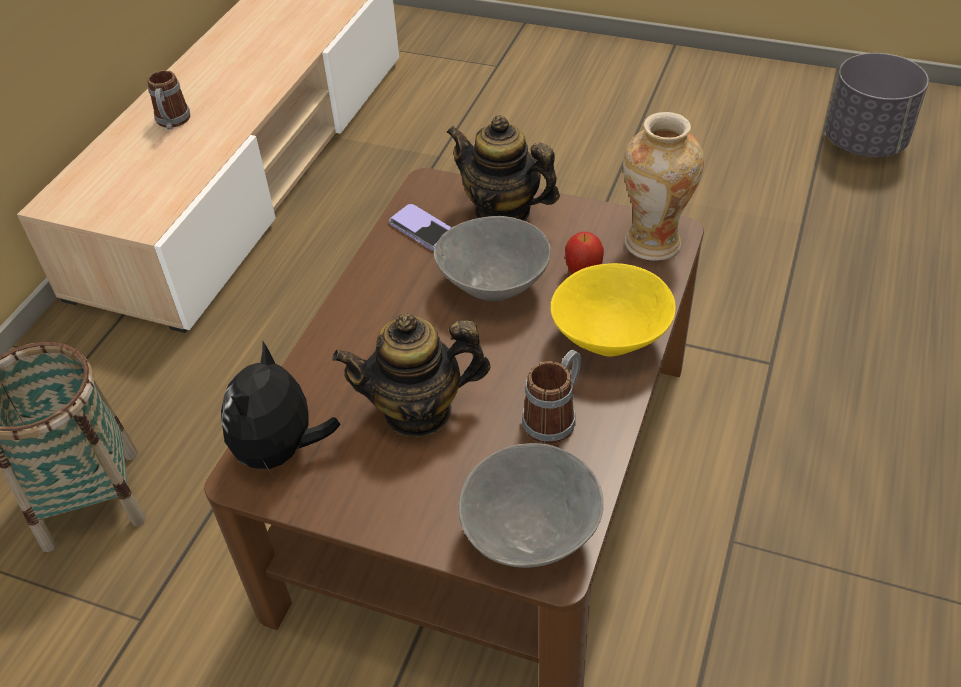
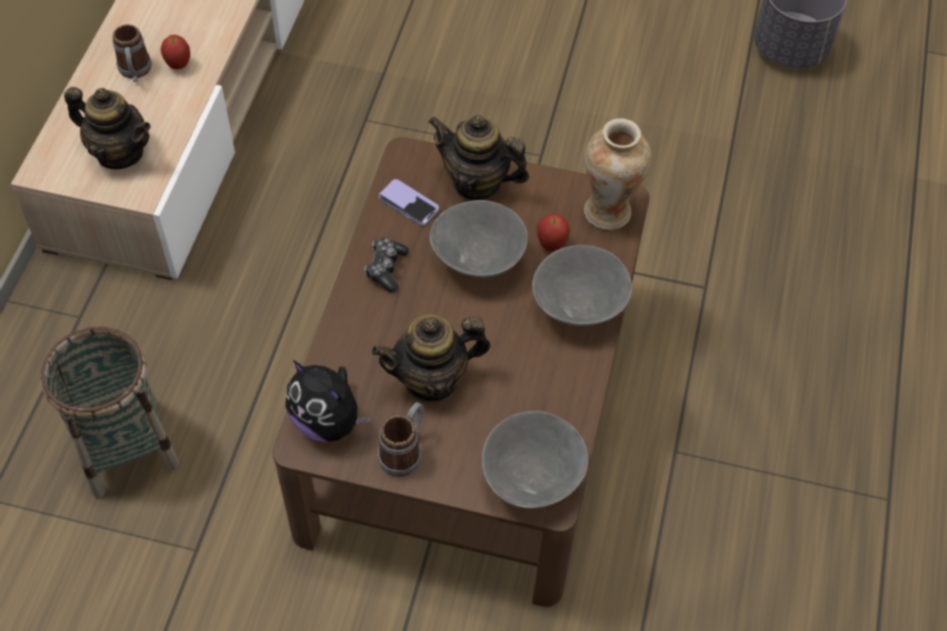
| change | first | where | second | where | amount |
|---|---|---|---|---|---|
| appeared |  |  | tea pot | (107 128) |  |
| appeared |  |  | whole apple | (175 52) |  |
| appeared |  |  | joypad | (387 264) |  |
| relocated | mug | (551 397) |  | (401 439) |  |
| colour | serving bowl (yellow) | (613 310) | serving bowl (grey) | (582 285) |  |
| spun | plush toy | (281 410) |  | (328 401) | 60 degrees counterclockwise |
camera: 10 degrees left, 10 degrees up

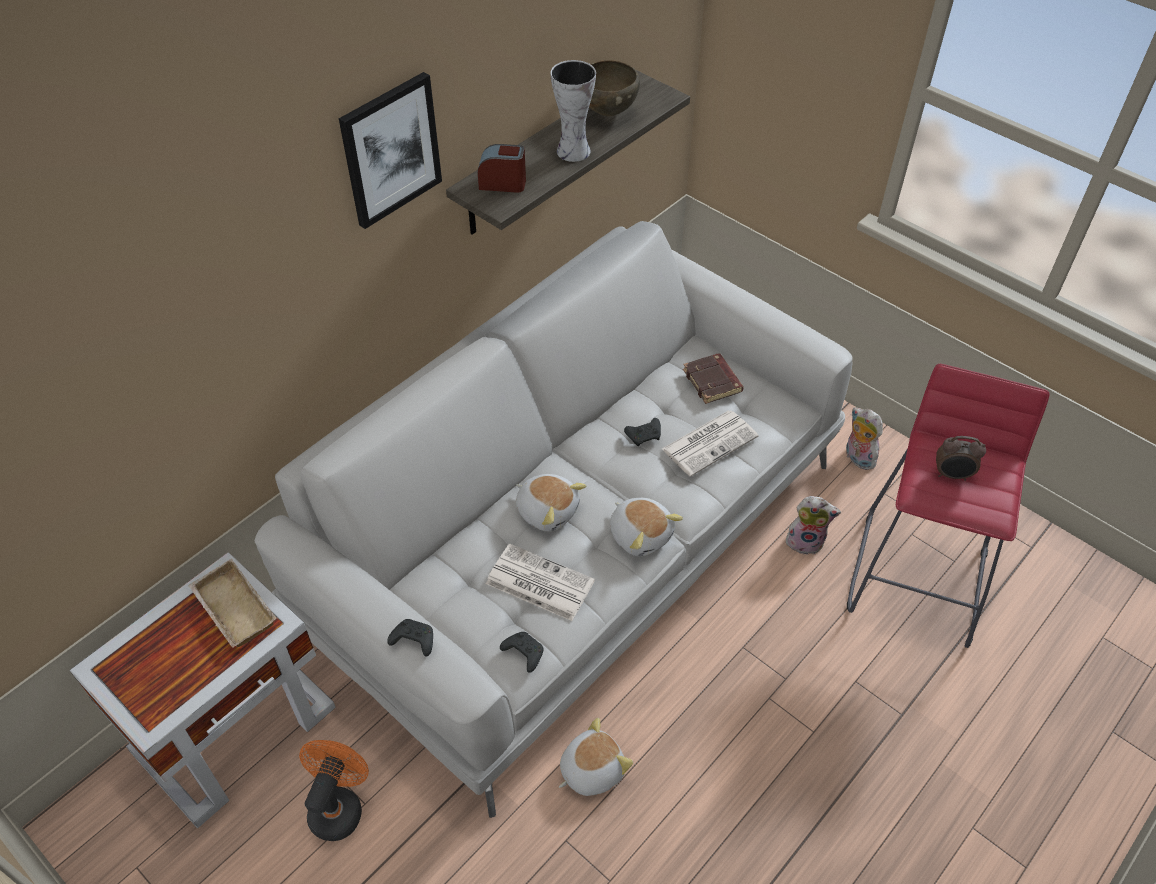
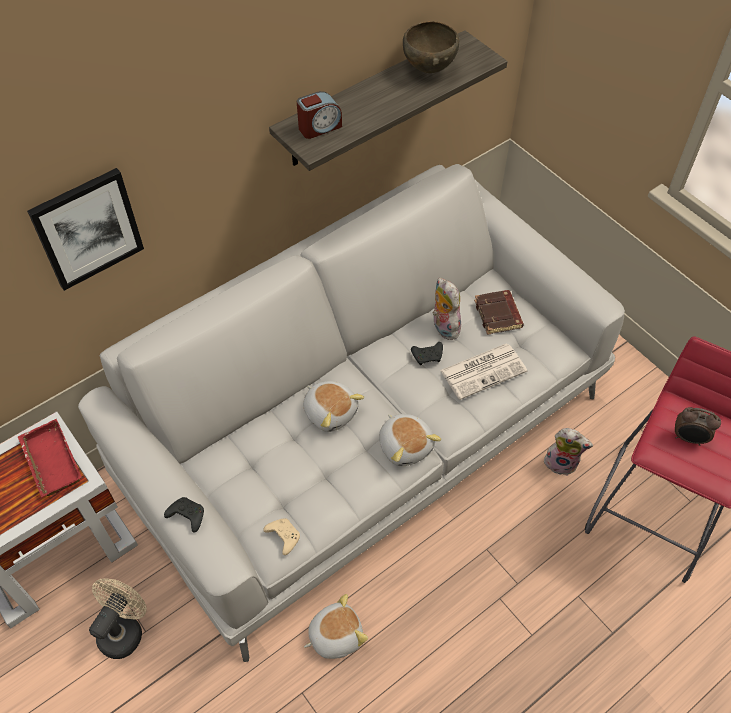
| change | first | where | second | where | amount |
|---|---|---|---|---|---|
| missing | daily paper | (540 582) |  |  |  |
| missing | vase | (573 111) |  |  |  |
| relocated | picture | (390 150) |  | (85 229) |  |
| relocated | plush toy | (864 438) |  | (447 308) |  |
| colour | serving tray (beige) | (232 603) | serving tray (red-coloured) | (49 458) |  |
| colour | fan (orangey) | (334 790) | fan (beige) | (118 618) |  |
| colour | joypad (black) | (521 652) | joypad (beige) | (281 536) |  |
| spun | table clock | (502 168) |  | (319 115) | 135 degrees clockwise |
camera: 10 degrees right, 5 degrees up

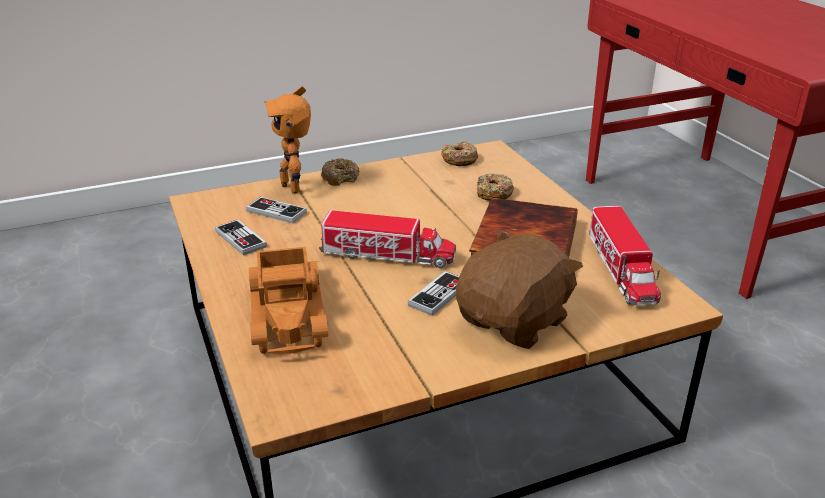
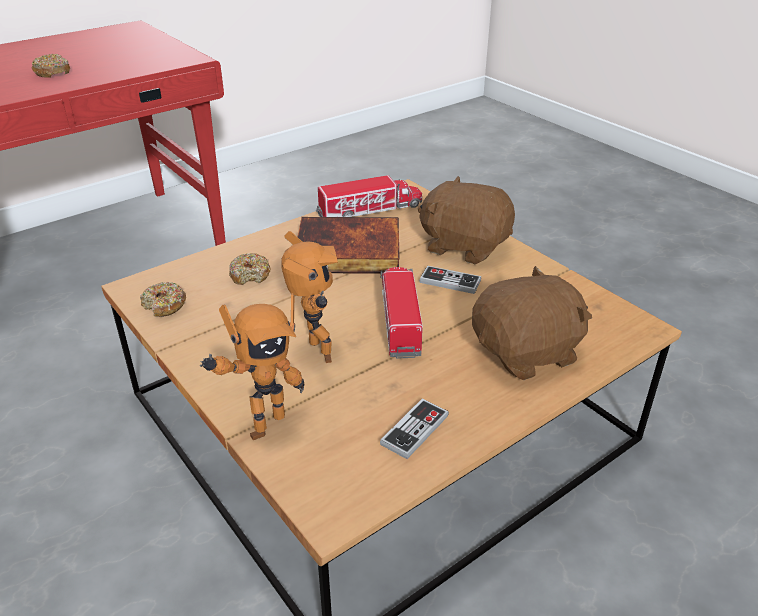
| change | first | where | second | where | amount |
|---|---|---|---|---|---|
| missing | joypad | (276 210) |  |  |  |
| appeared |  |  | robot figure | (309 297) |  |
| relocated | donut | (340 172) |  | (50 66) |  |
| exchanged | toy lorry | (288 300) | plush toy (brownish) | (532 323) |  |
camera: 105 degrees left, 5 degrees up

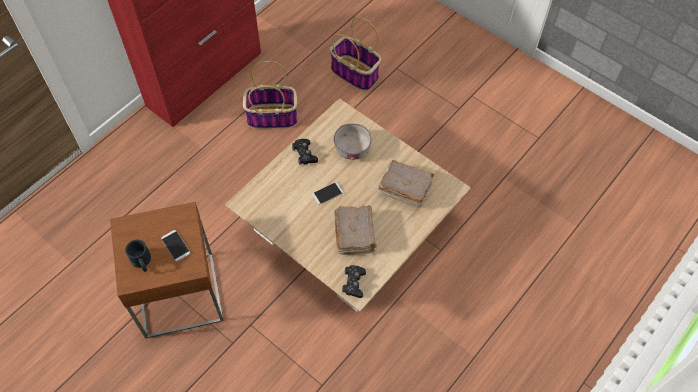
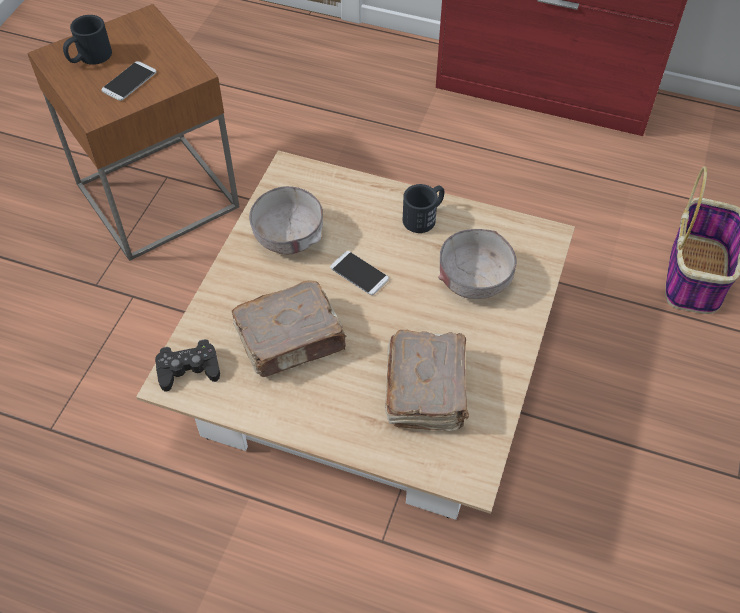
| change | first | where | second | where | amount |
|---|---|---|---|---|---|
| missing | storage basket | (270 95) |  |  |  |
| appeared |  |  | serving bowl (grey) | (286 220) |  |
| exchanged | joypad (black) | (305 152) | mug (black) | (423 208) |  |
camera: 70 degrees right, 5 degrees down

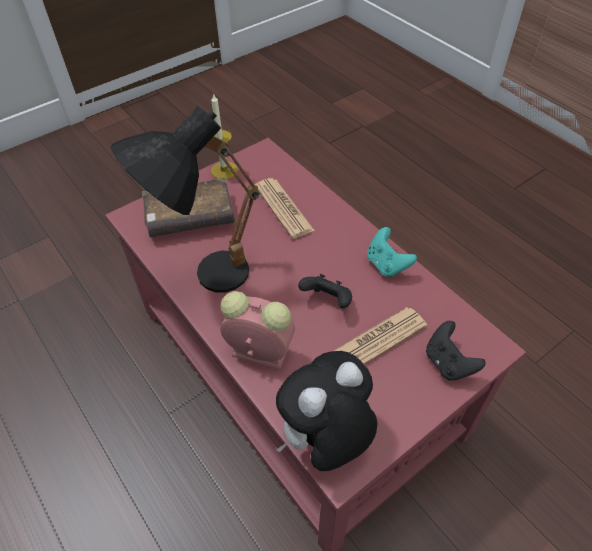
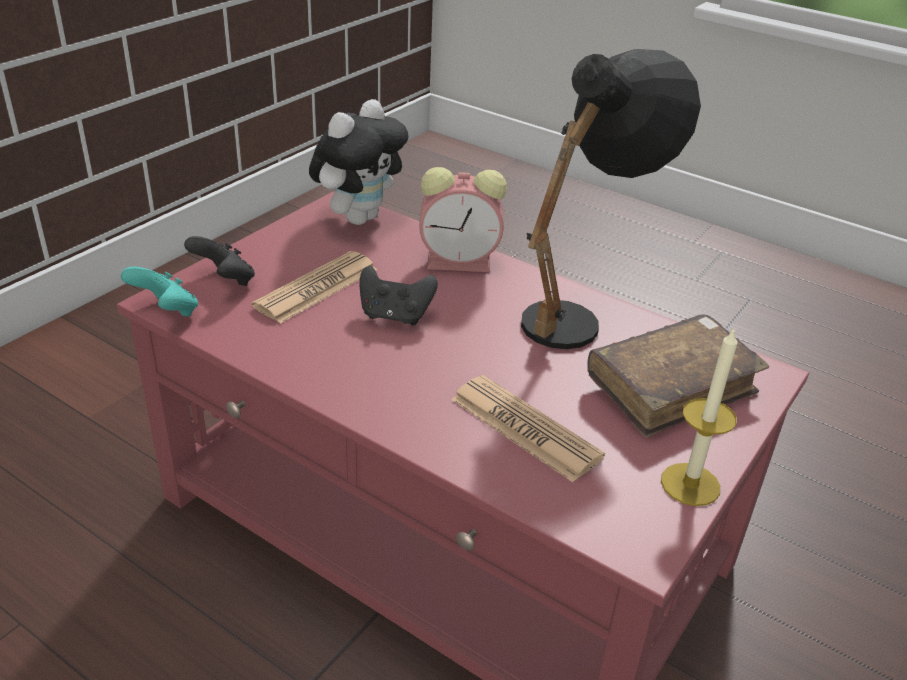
| change | first | where | second | where | amount |
|---|---|---|---|---|---|
| relocated | joypad (turquoise) | (392 252) |  | (159 292) |  |
camera: 160 degrees right, 15 degrees down

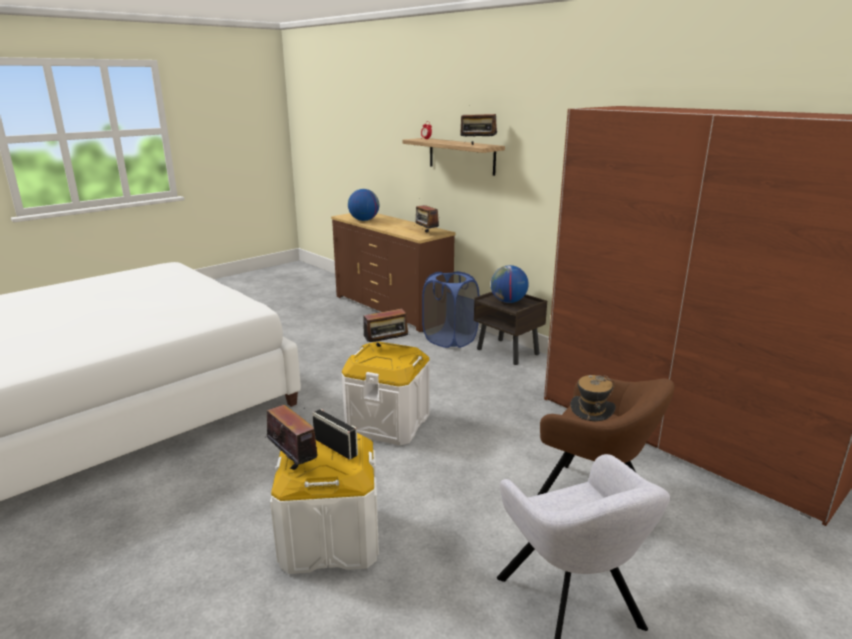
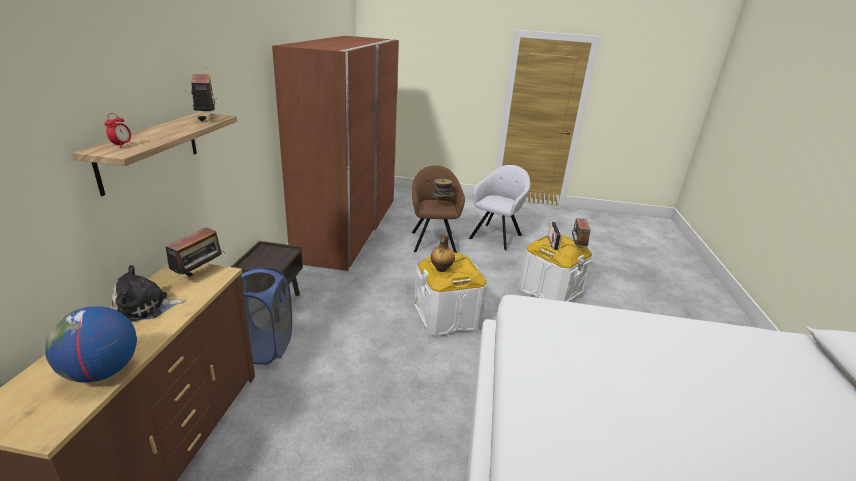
| change | first | where | second | where | amount |
|---|---|---|---|---|---|
| missing | world globe | (510 284) |  |  |  |
| appeared |  |  | plush toy | (149 293) |  |
| exchanged | radio | (387 327) | beverage bottle | (443 253) |  |
camera: 130 degrees left, 5 degrees up

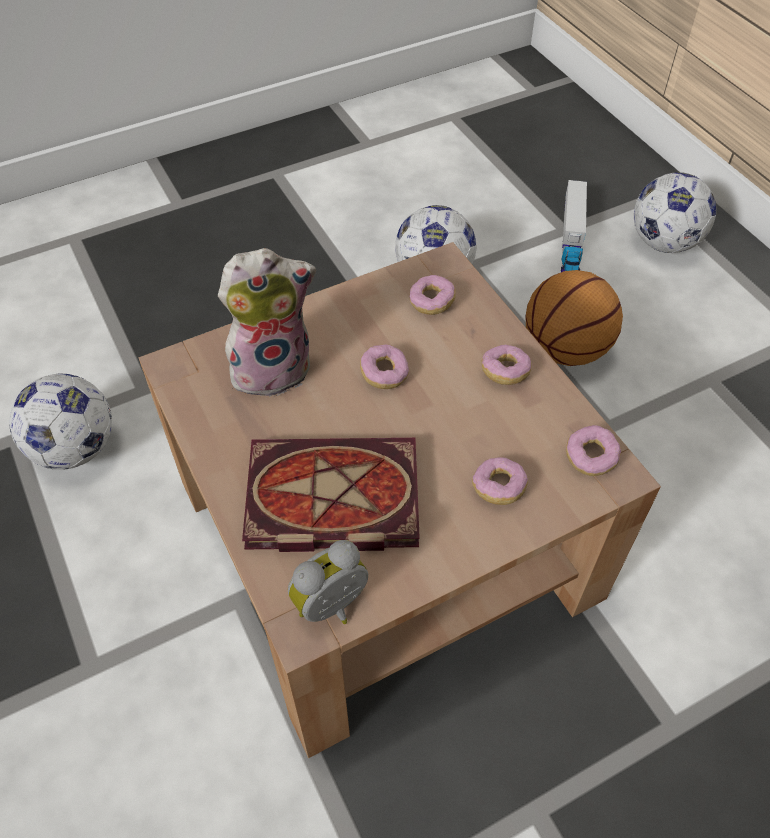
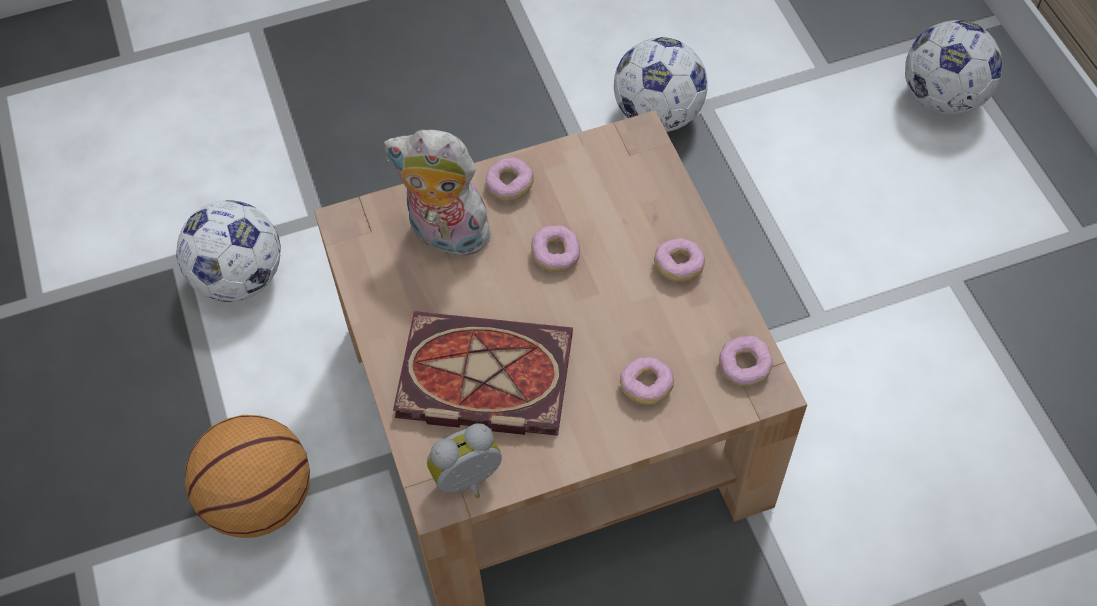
| change | first | where | second | where | amount |
|---|---|---|---|---|---|
| missing | toy lorry | (574 226) |  |  |  |
| relocated | donut | (432 295) |  | (509 179) |  |
| relocated | basketball | (574 318) |  | (247 476) |  |
| spun | plush toy | (267 324) |  | (441 195) | 150 degrees counterclockwise |
camera: 10 degrees right, 5 degrees up

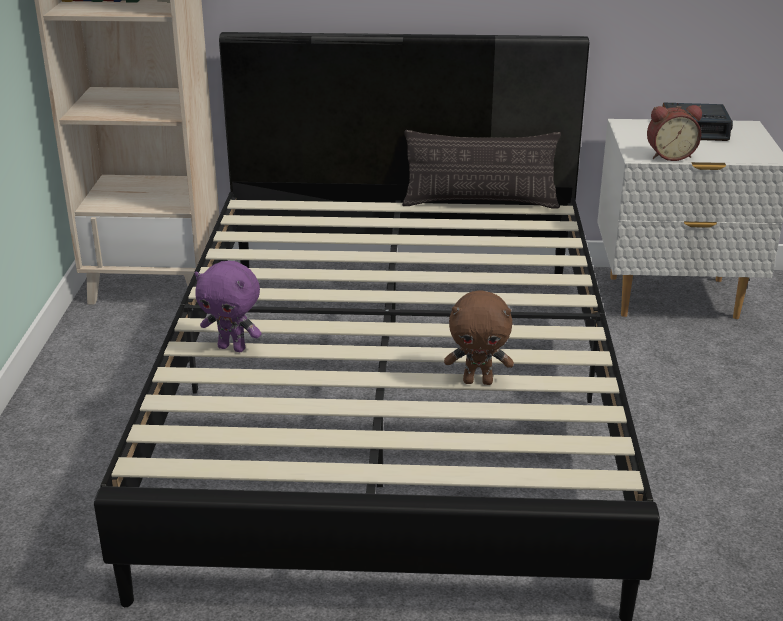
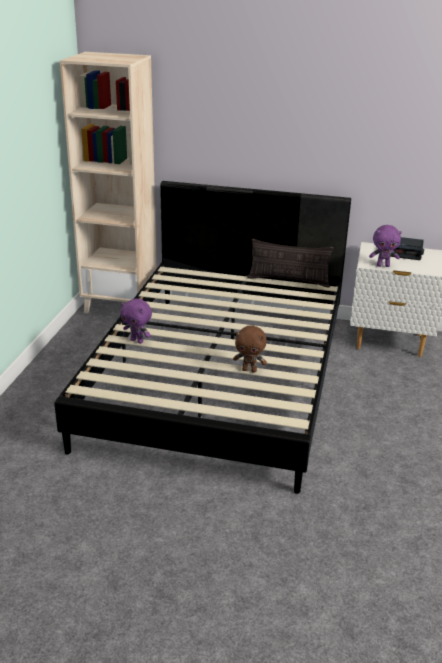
| change | first | where | second | where | amount |
|---|---|---|---|---|---|
| exchanged | table clock | (674 133) | plush toy (purple-coloured) | (385 246) |  |
camera: 10 degrees right, 0 degrees up

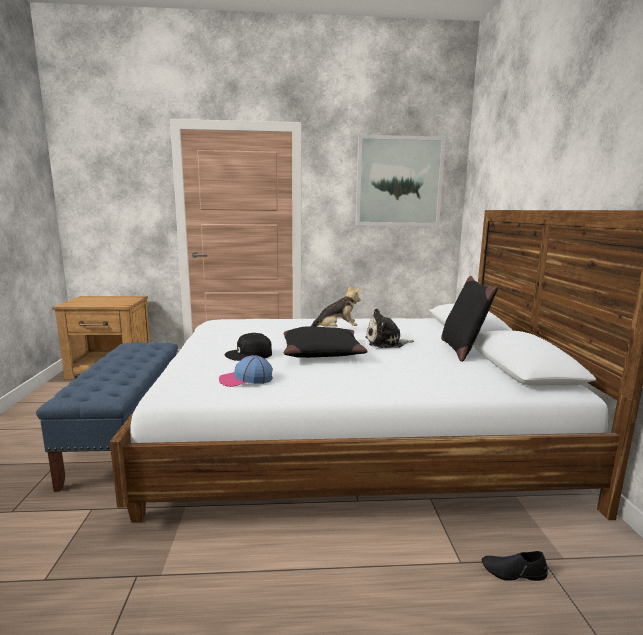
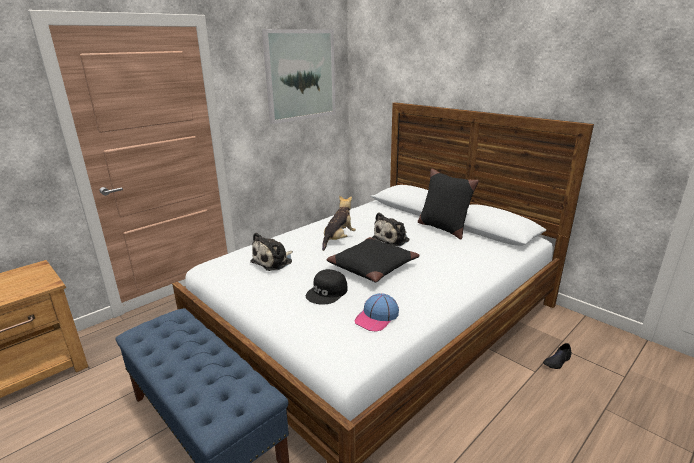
| change | first | where | second | where | amount |
|---|---|---|---|---|---|
| appeared |  |  | plush toy | (271 251) |  |
camera: 40 degrees left, 10 degrees up

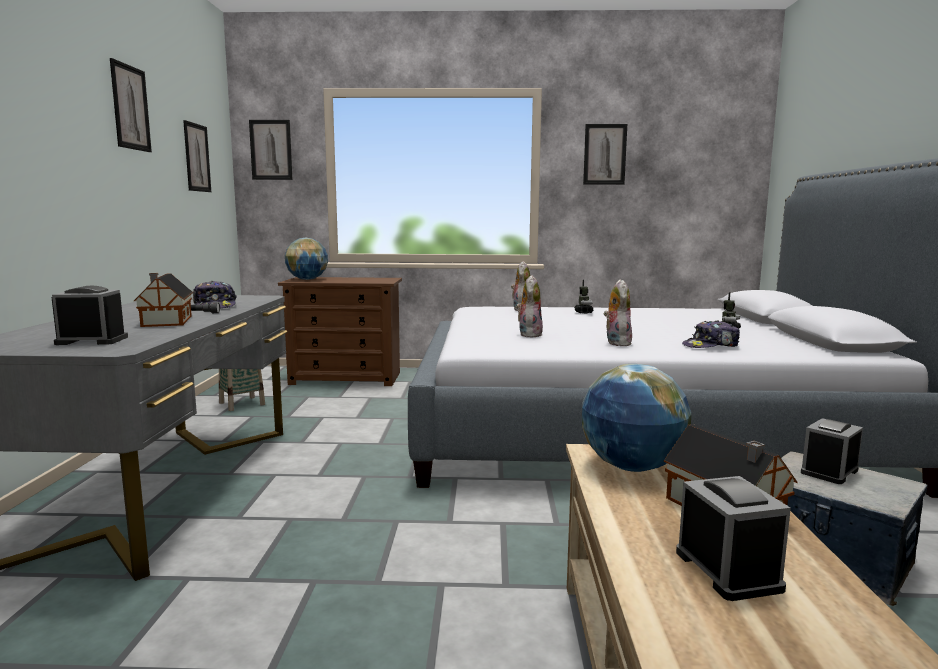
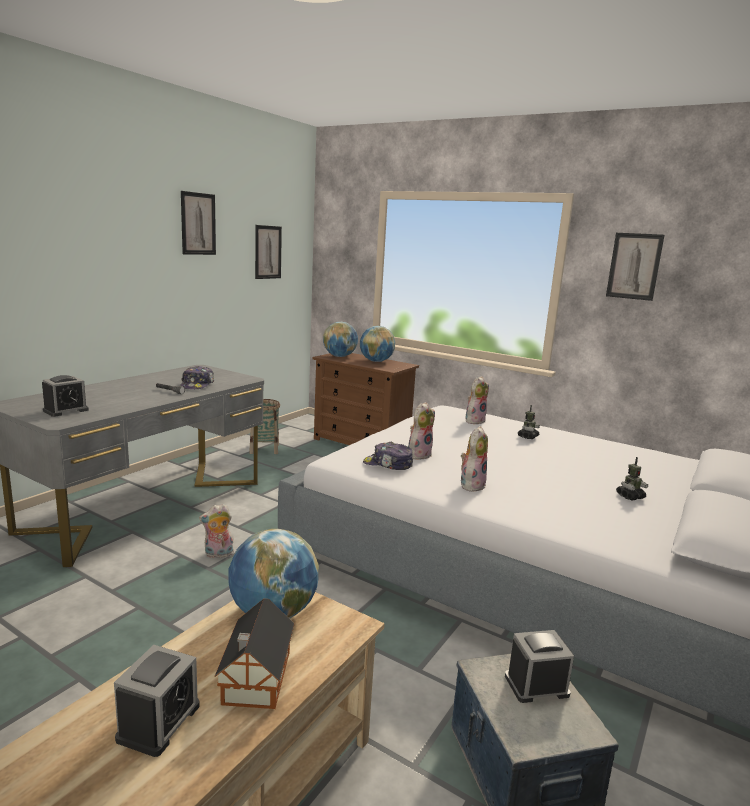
| change | first | where | second | where | amount |
|---|---|---|---|---|---|
| missing | miniature house | (163 300) |  |  |  |
| missing | picture | (271 150) |  |  |  |
| appeared |  |  | plush toy | (216 531) |  |
| appeared |  |  | world globe | (377 344) |  |
| relocated | peaked cap | (711 334) |  | (388 456) |  |
| spun | table clock | (89 315) |  | (65 396) | 105 degrees clockwise |
camera: 30 degrees right, 5 degrees up

